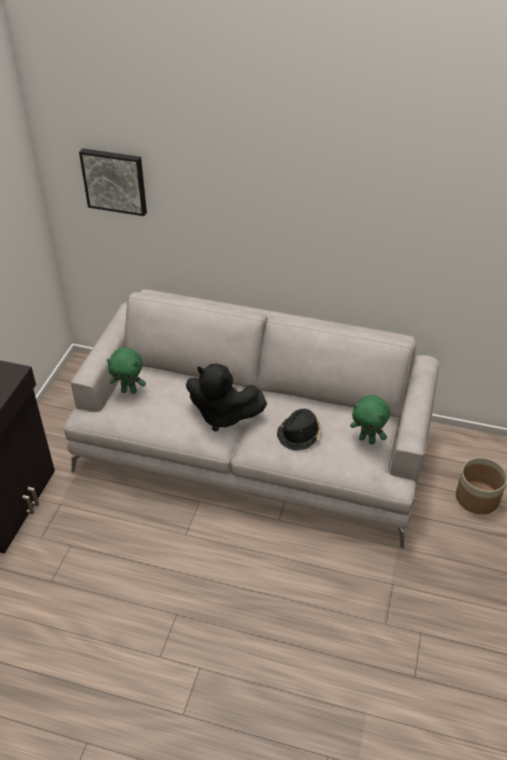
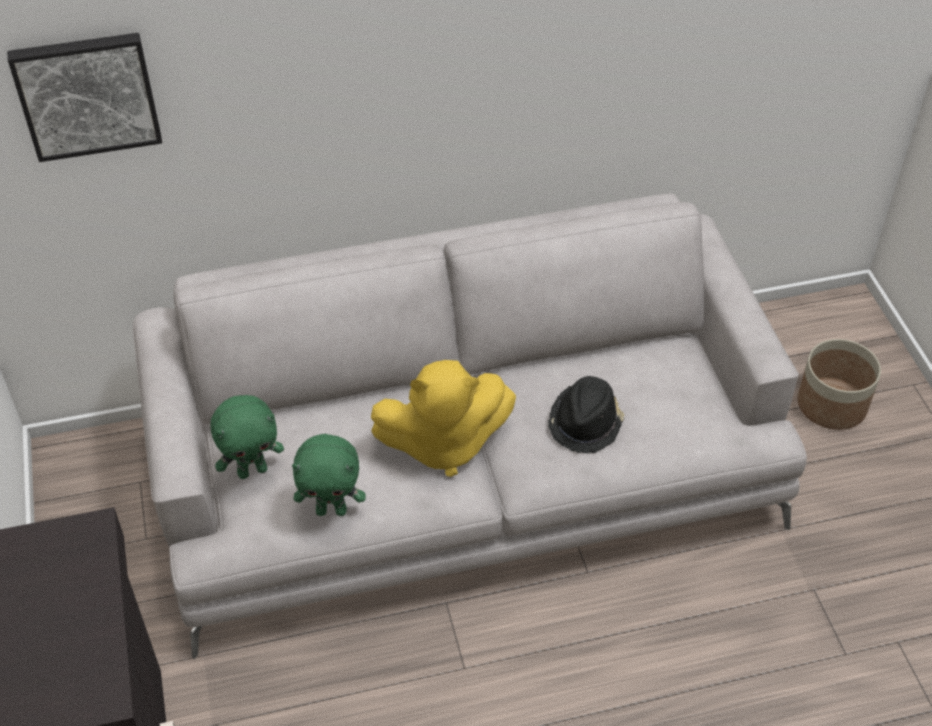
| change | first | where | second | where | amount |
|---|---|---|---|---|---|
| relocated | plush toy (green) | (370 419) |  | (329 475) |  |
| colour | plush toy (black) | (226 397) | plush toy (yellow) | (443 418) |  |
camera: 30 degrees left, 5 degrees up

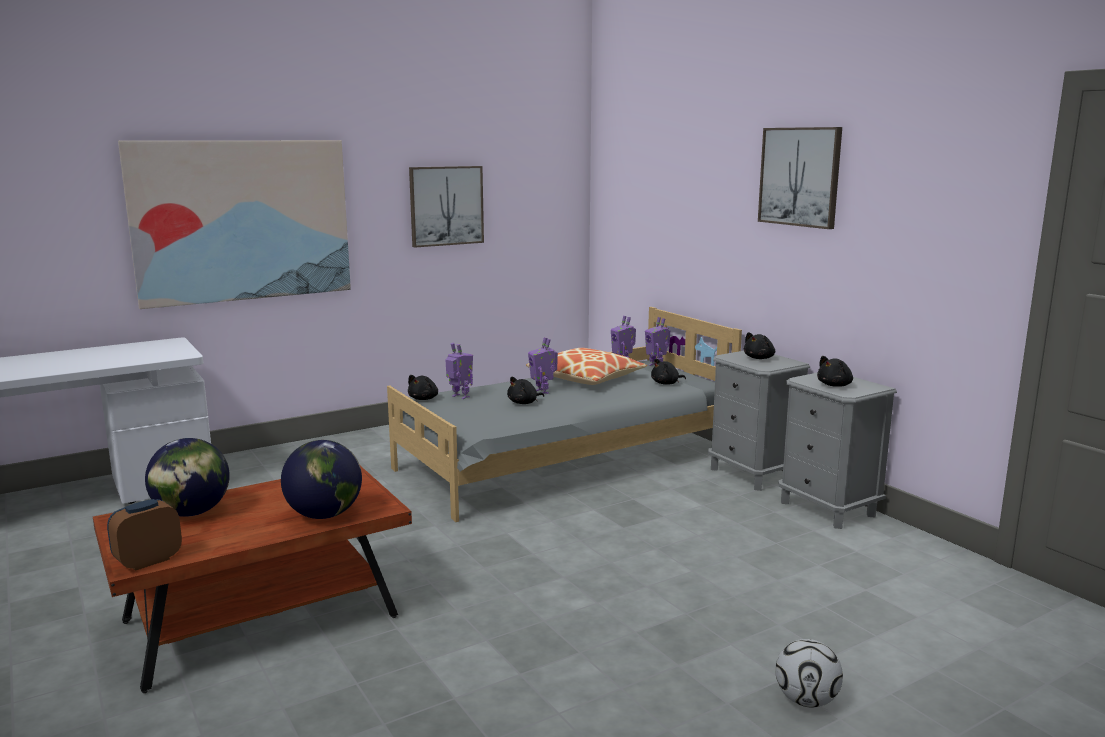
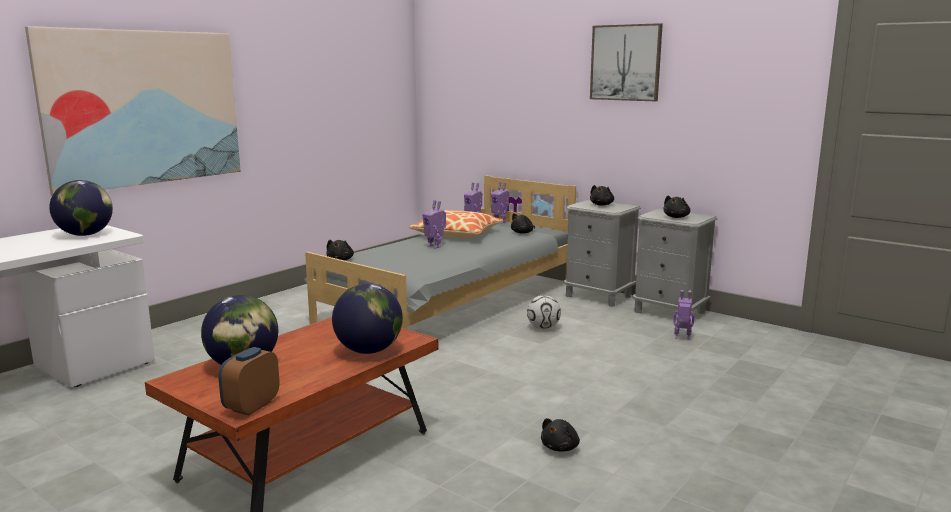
| change | first | where | second | where | amount |
|---|---|---|---|---|---|
| missing | picture | (446 207) |  |  |  |
| appeared |  |  | world globe | (81 208) |  |
| relocated | robot figure | (459 371) |  | (683 315) |  |
| relocated | plush toy (black) | (525 390) |  | (560 435) |  |
| relocated | ball for football | (809 673) |  | (544 312) |  |
camera: 20 degrees left, 0 degrees up

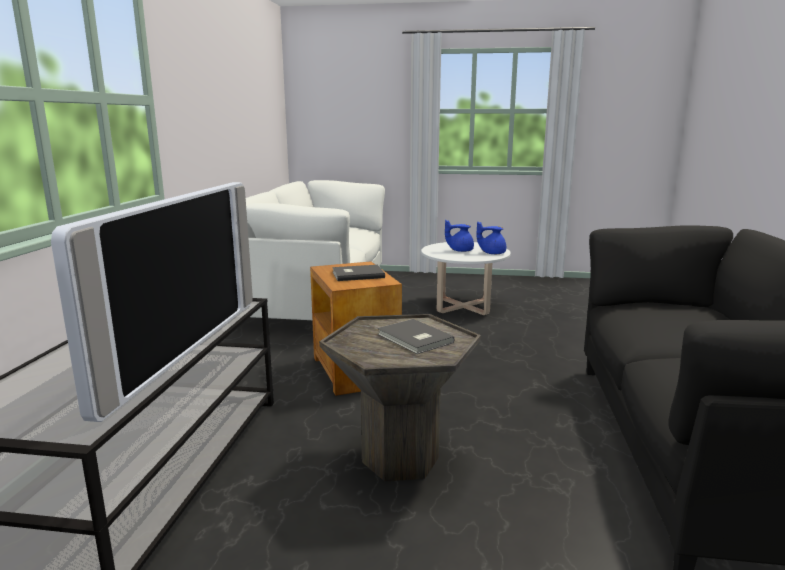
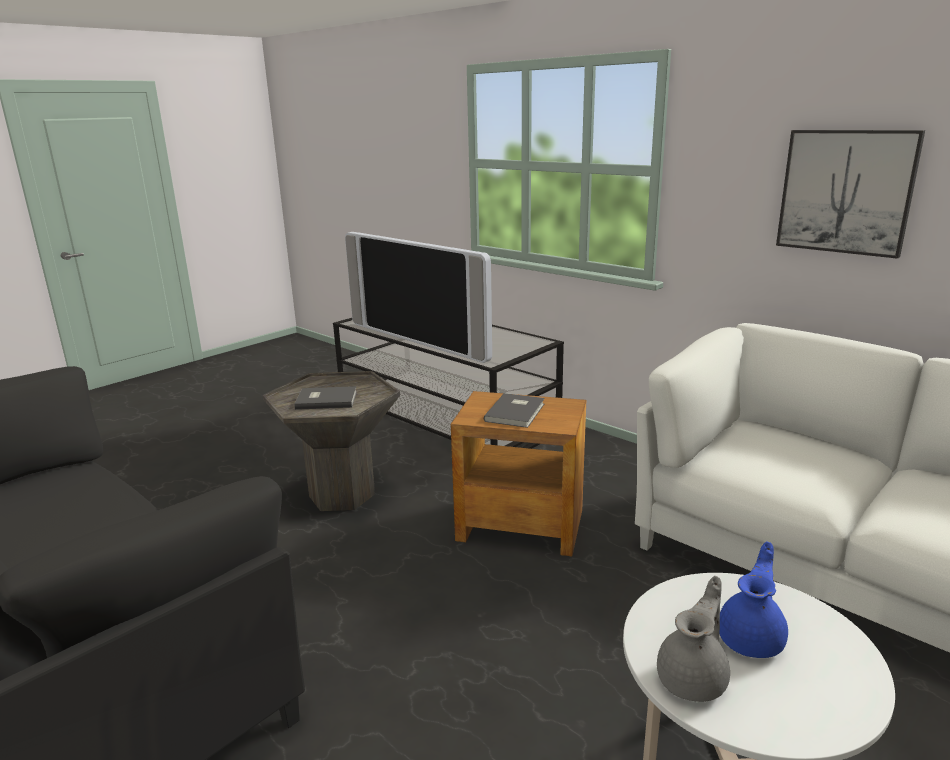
| change | first | where | second | where | amount |
|---|---|---|---|---|---|
| appeared |  |  | picture | (850 194) |  |
| colour | tea pot (blue) | (491 238) | tea pot (grey) | (693 639) |  |
camera: 125 degrees right, 5 degrees up

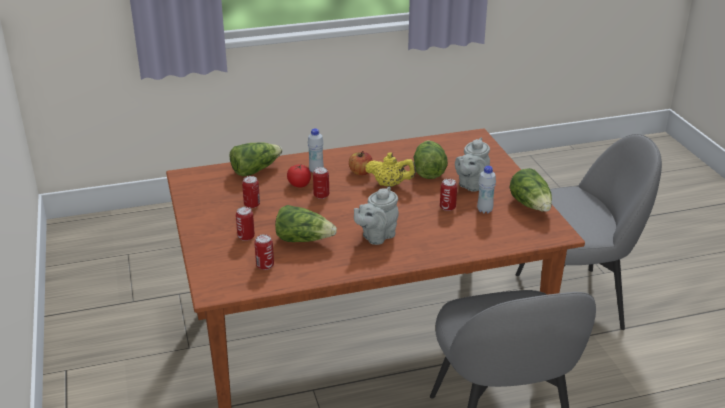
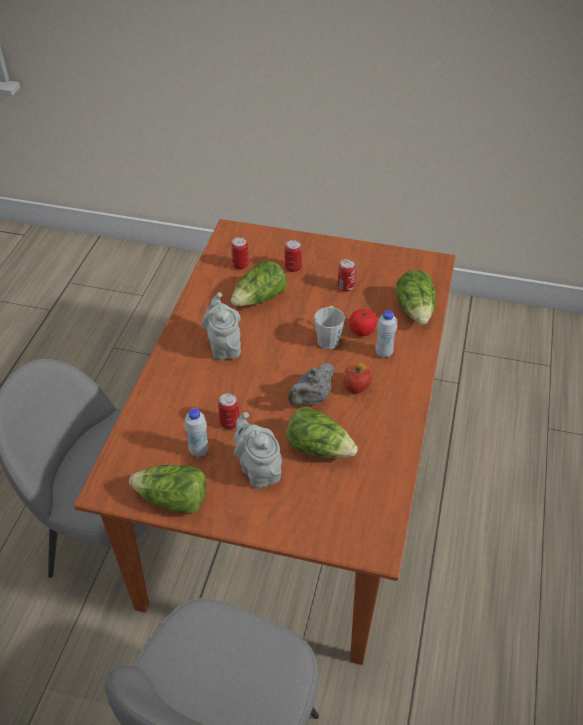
| change | first | where | second | where | amount |
|---|---|---|---|---|---|
| exchanged | can | (321 183) | mug (grey) | (329 327) |  |
| colour | tea pot (yellow) | (390 169) | tea pot (grey) | (311 384) |  |
camera: 120 degrees right, 15 degrees up

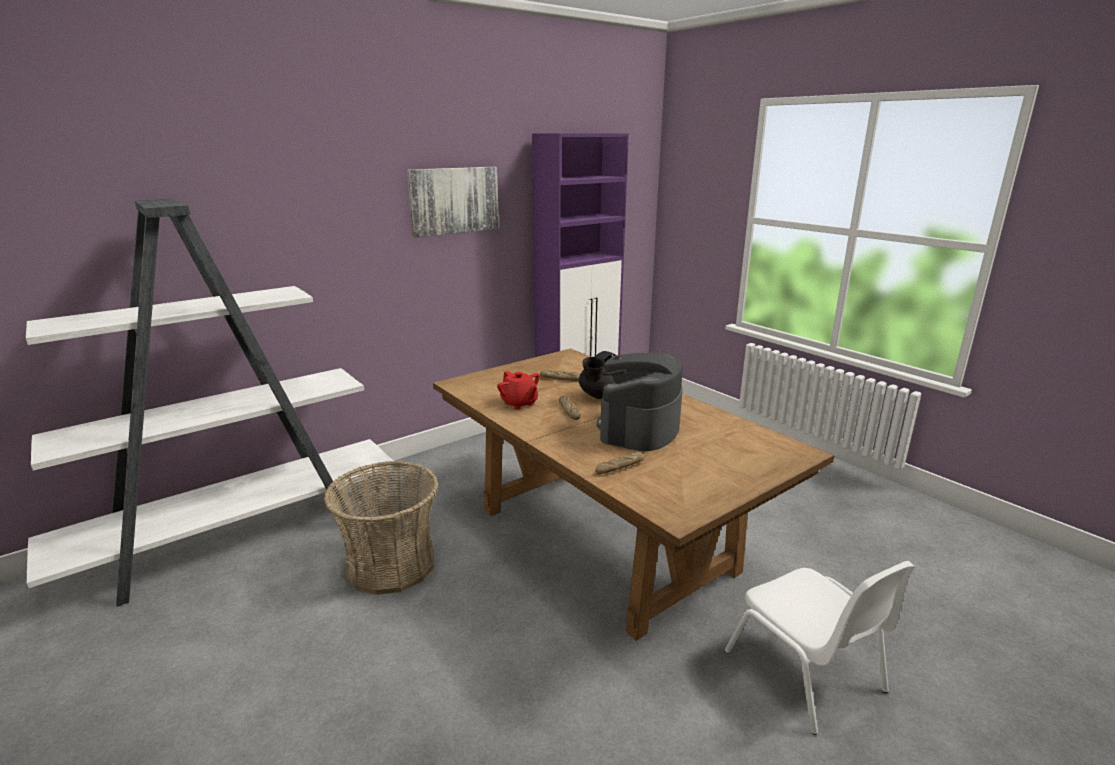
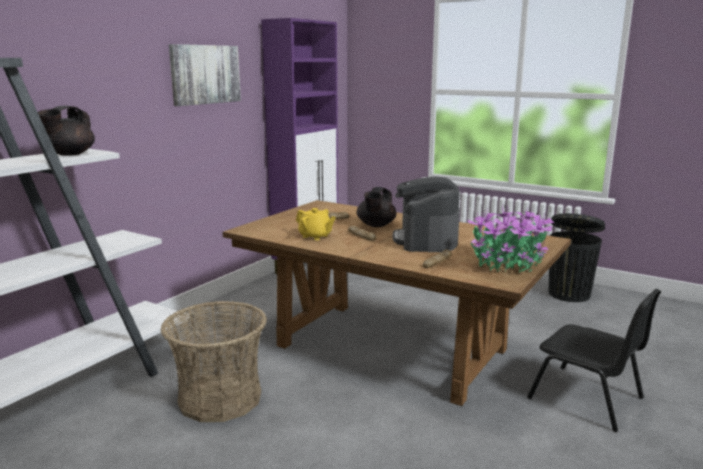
| change | first | where | second | where | amount |
|---|---|---|---|---|---|
| appeared |  |  | tea pot (black) | (66 131) |  |
| appeared |  |  | plant in a pot | (510 239) |  |
| appeared |  |  | trash can (black) | (577 257) |  |
| colour | tea pot (red-coloured) | (518 390) | tea pot (yellow) | (316 224) |  |
| colour | upright chair (white-coloured) | (820 648) | upright chair (black) | (594 360) |  |
camera: 20 degrees left, 5 degrees down

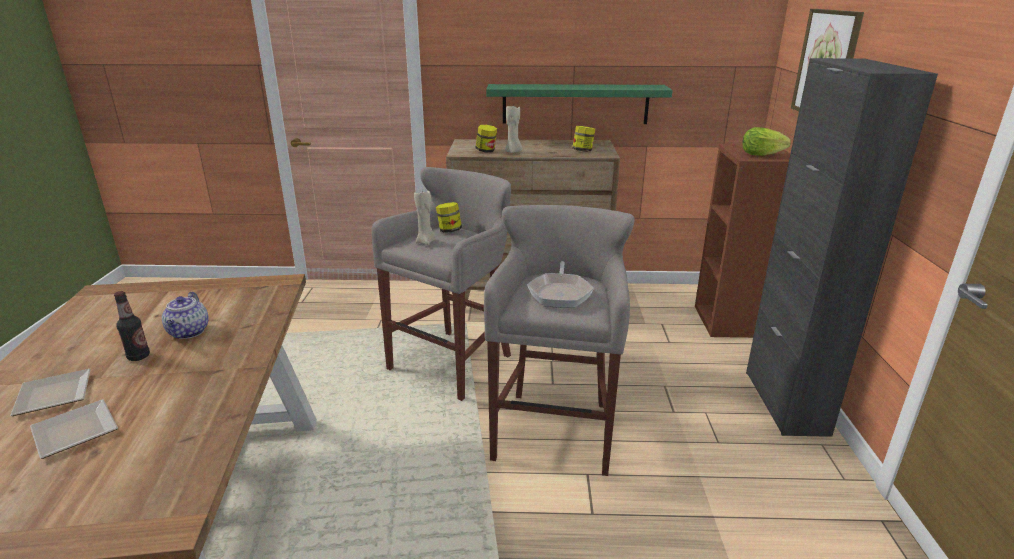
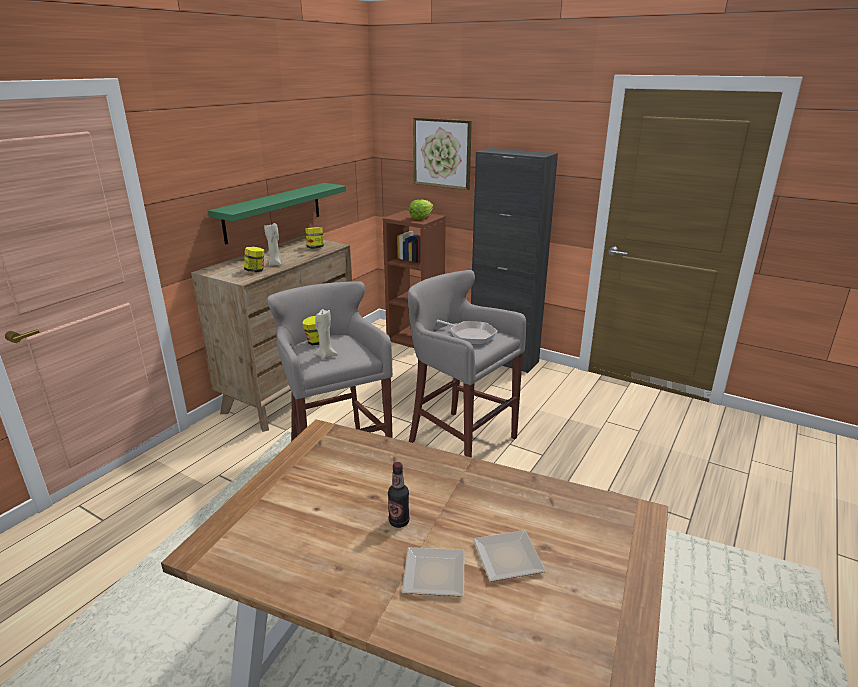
| change | first | where | second | where | amount |
|---|---|---|---|---|---|
| missing | tea pot | (185 315) |  |  |  |
camera: 60 degrees left, 0 degrees up

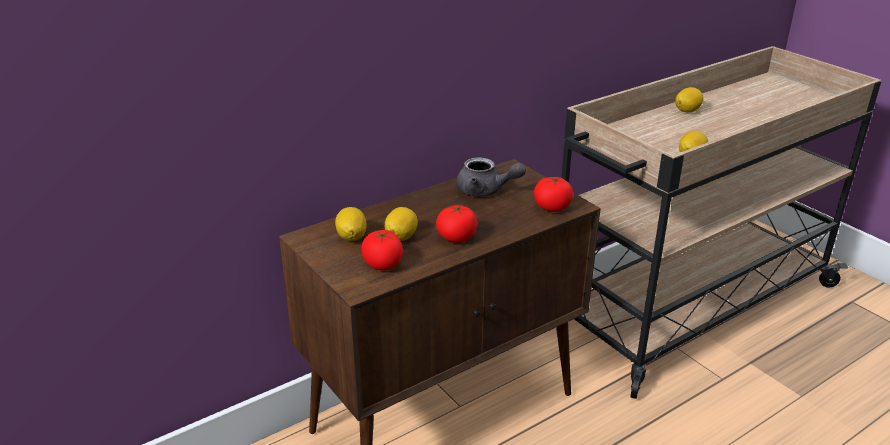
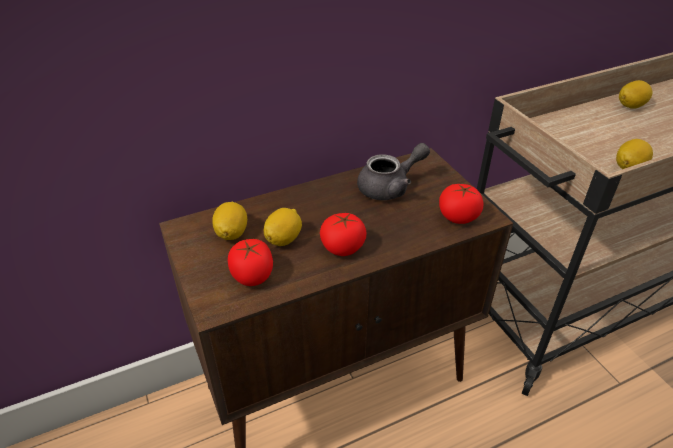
| change | first | where | second | where | amount |
|---|---|---|---|---|---|
| spun | tea pot (grey) | (491 177) |  | (393 171) | 60 degrees counterclockwise |
camera: 10 degrees right, 10 degrees up

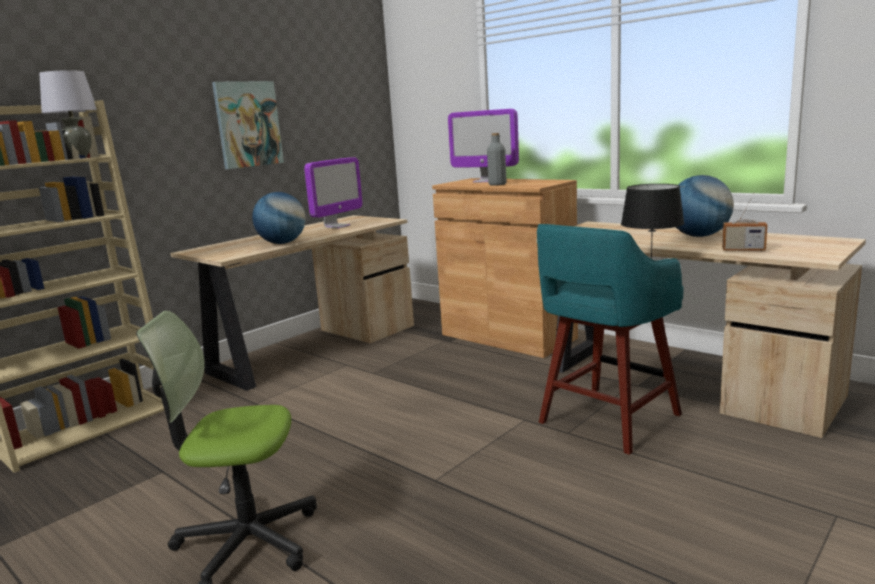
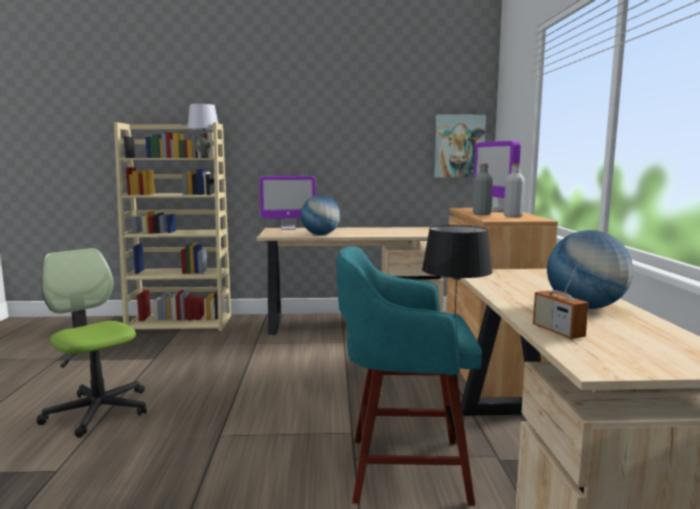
| change | first | where | second | where | amount |
|---|---|---|---|---|---|
| appeared |  |  | beverage bottle (grey) | (514 190) |  |
| relocated | picture | (248 125) |  | (460 145) |  |
| relocated | computer screen | (333 192) |  | (287 203) |  |
camera: 45 degrees right, 5 degrees down

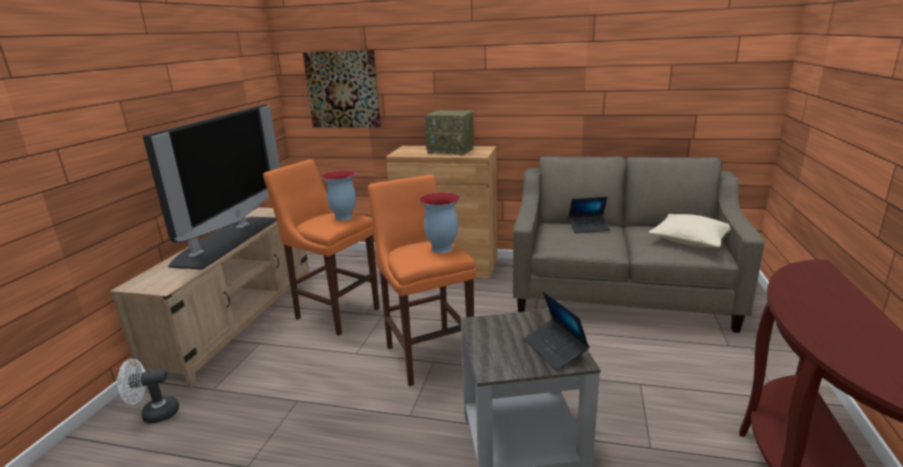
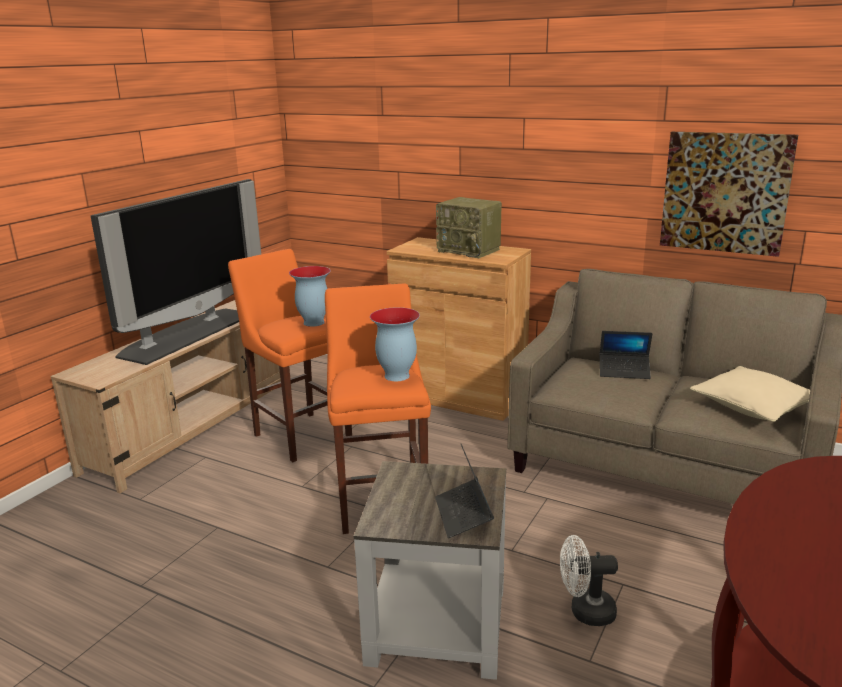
| change | first | where | second | where | amount |
|---|---|---|---|---|---|
| relocated | fan (white-coloured) | (148 391) |  | (589 580) |  |
| relocated | picture | (342 89) |  | (729 194) |  |
camera: 15 degrees right, 0 degrees up

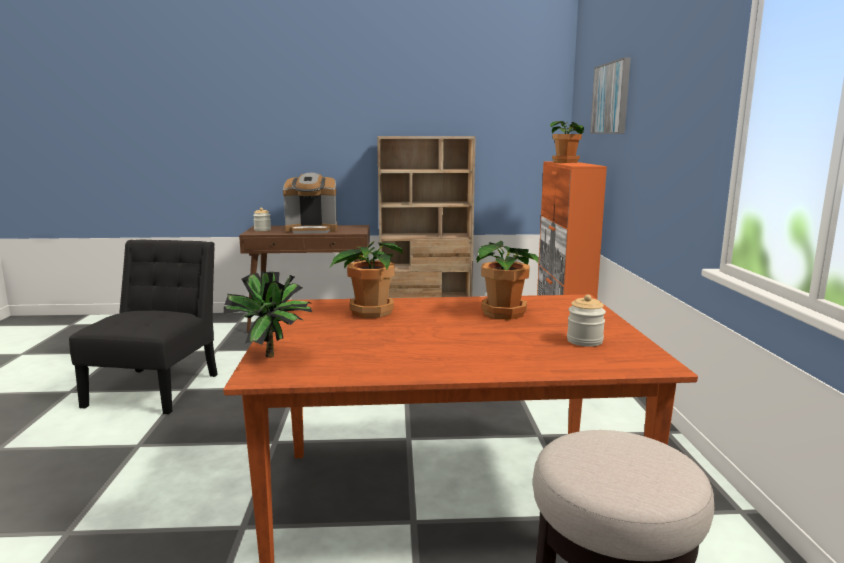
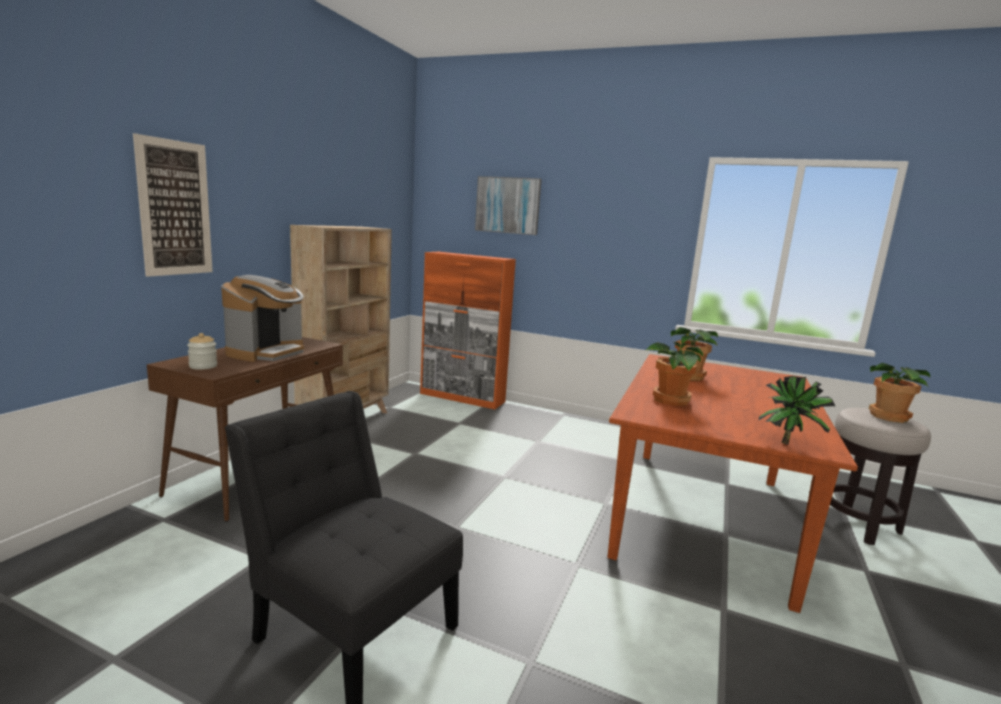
| change | first | where | second | where | amount |
|---|---|---|---|---|---|
| missing | preserve jar | (586 320) |  |  |  |
| appeared |  |  | picture | (173 205) |  |
| relocated | plant in a pot | (567 142) |  | (900 393) |  |
camera: 65 degrees left, 0 degrees up

